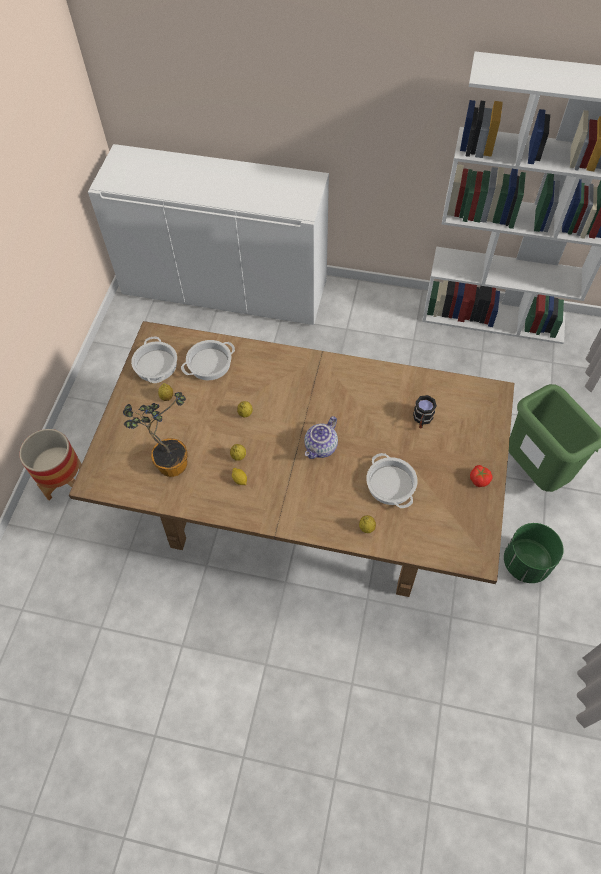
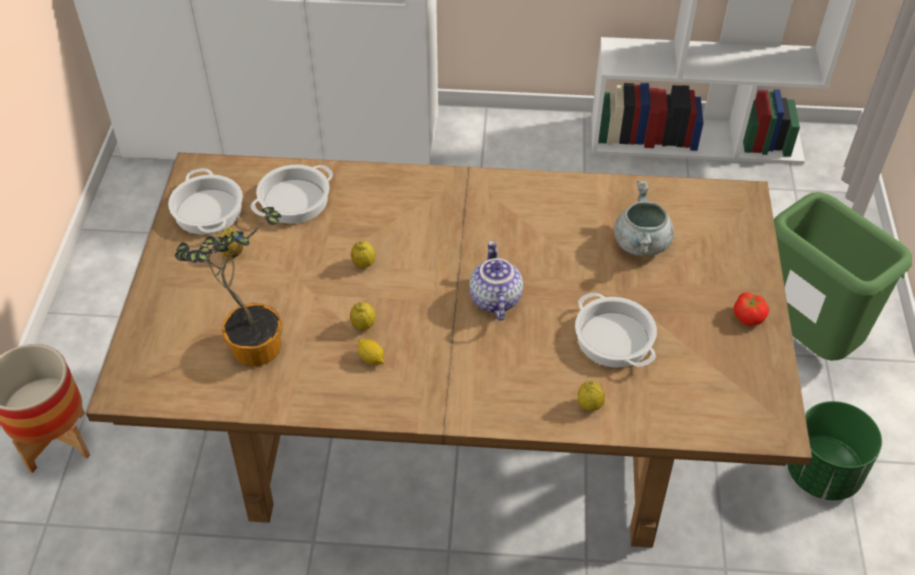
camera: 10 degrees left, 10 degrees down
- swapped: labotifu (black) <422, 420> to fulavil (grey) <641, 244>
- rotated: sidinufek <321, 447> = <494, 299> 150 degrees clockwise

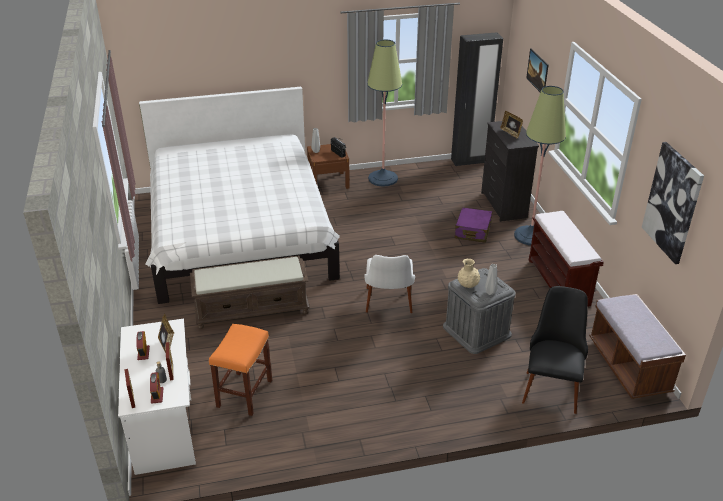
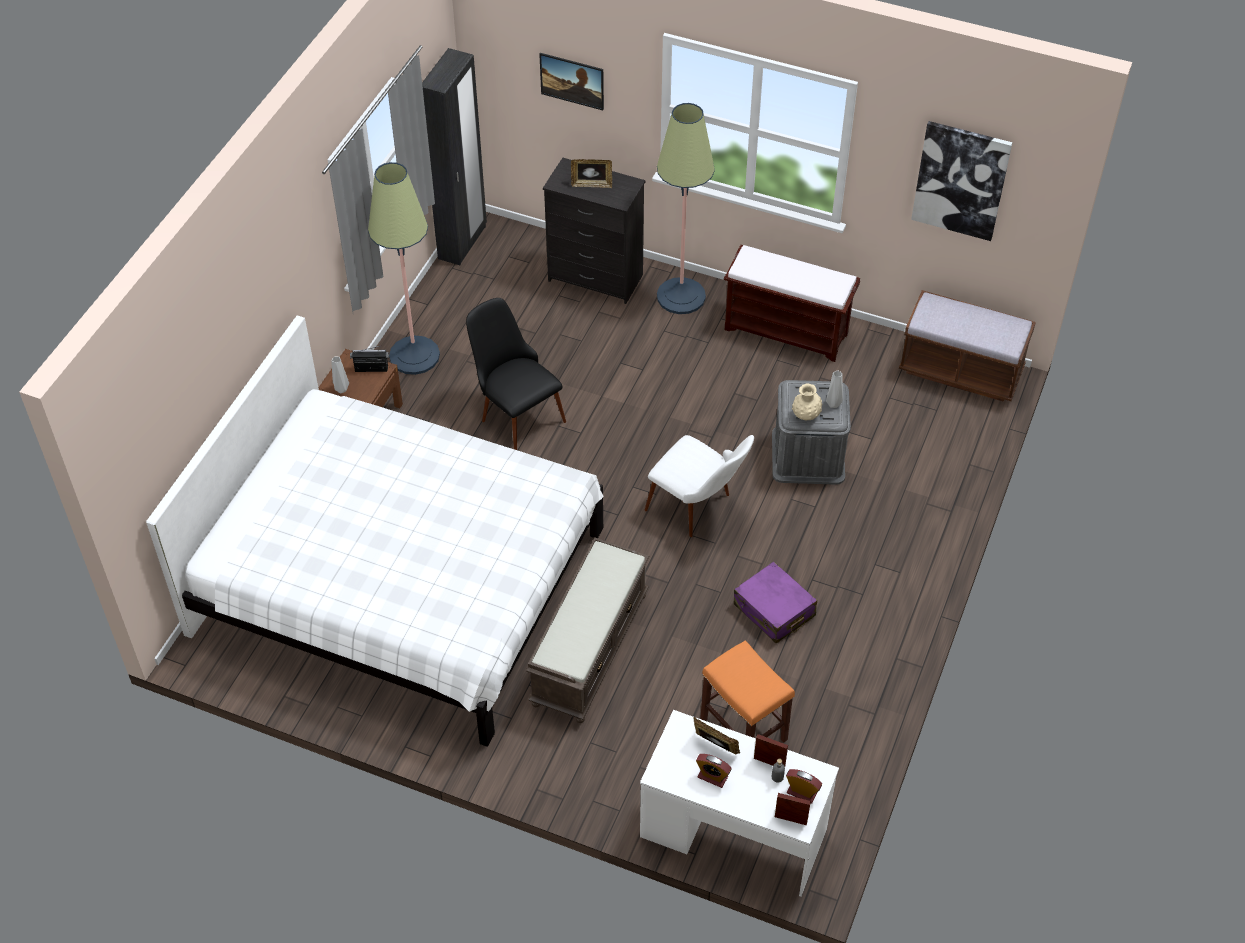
camera: 55 degrees left, 15 degrees up
- shifted: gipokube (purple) <472, 231> to <774, 610>
- shifted: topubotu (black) <551, 384> to <515, 413>

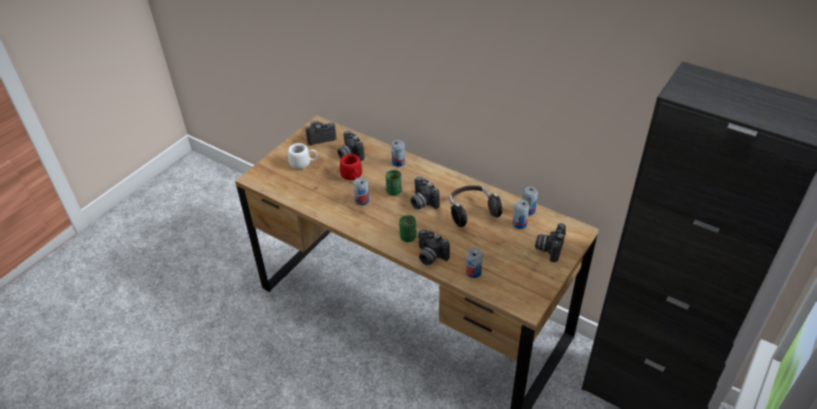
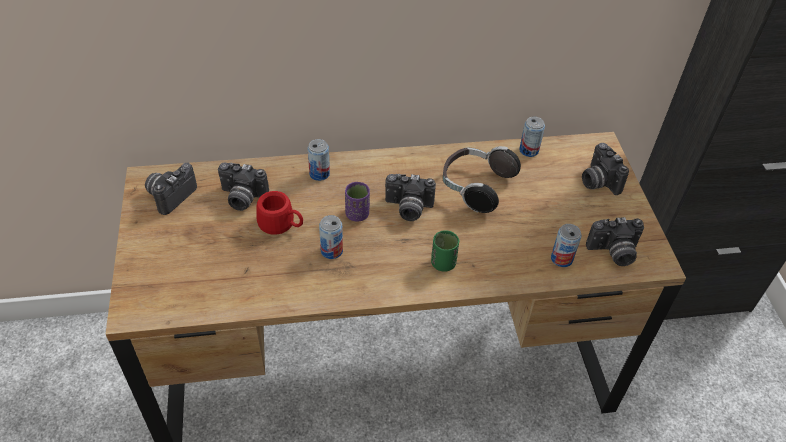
camera: 45 degrees left, 5 degrees up
- gone: labotifu (white) <304, 163>
- repainted: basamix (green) <394, 191> to basamix (purple) <357, 214>
- gone: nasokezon <519, 224>
- shifted: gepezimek <430, 256> to <613, 253>

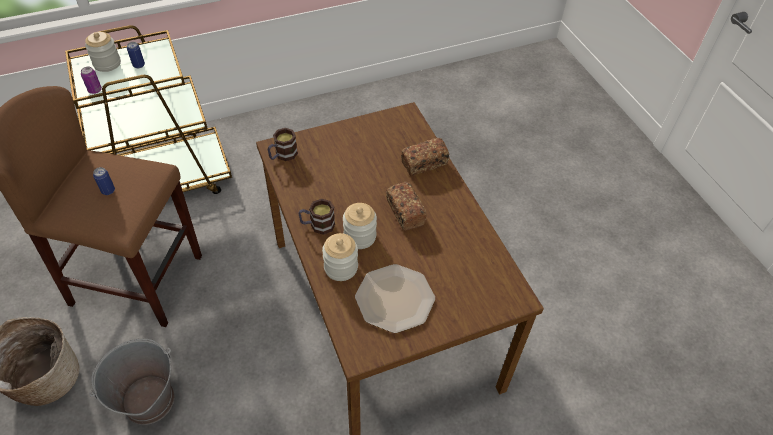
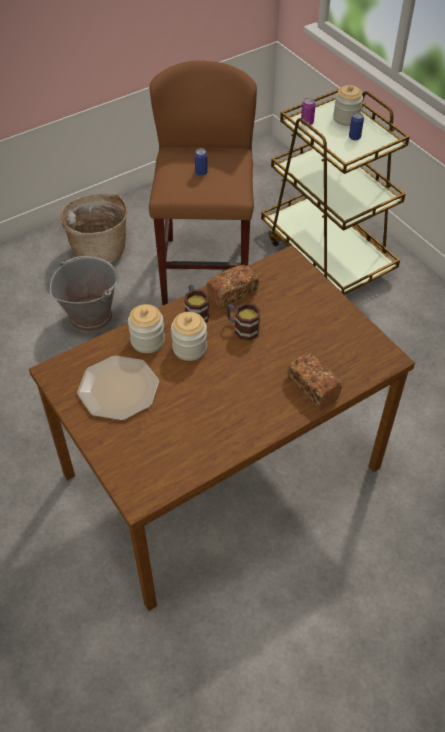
camera: 80 degrees right, 0 degrees up
- shifted: labotifu <282, 155> to <242, 328>
- shifted: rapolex <405, 212> to <232, 292>

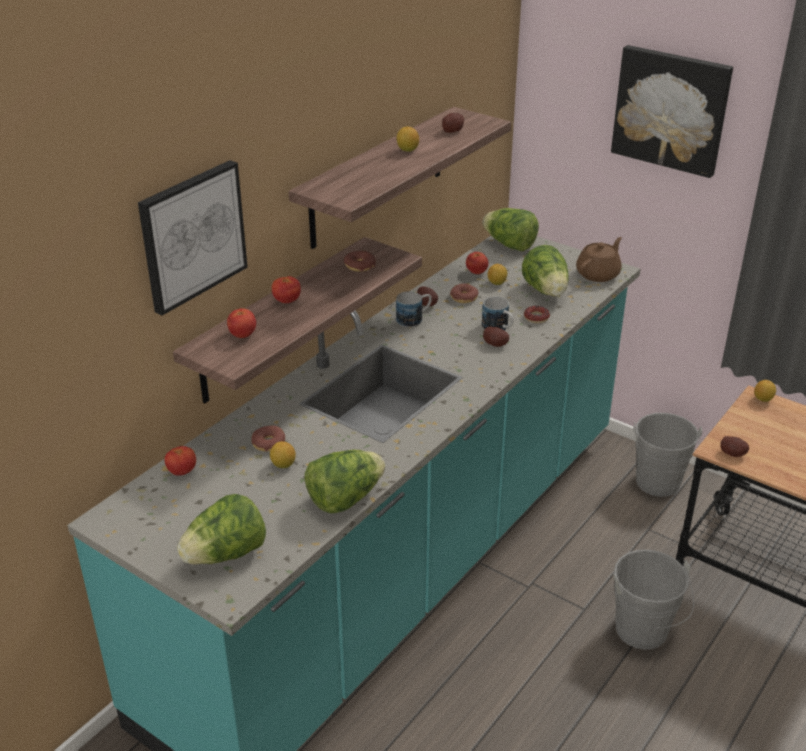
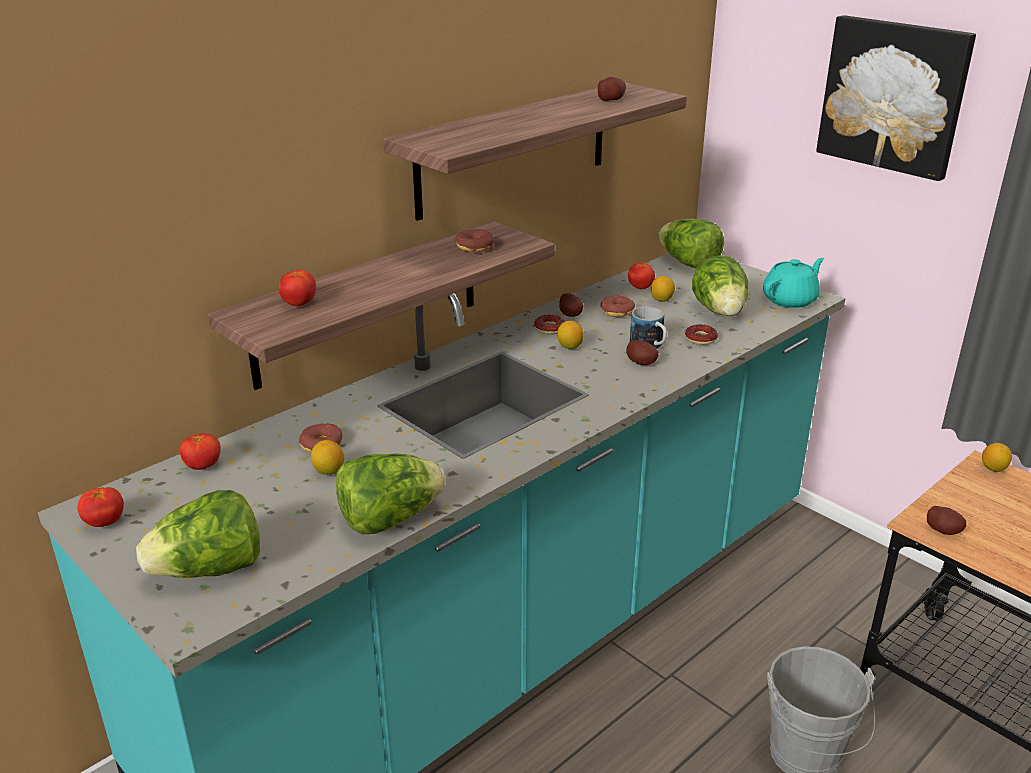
camera: 10 degrees right, 5 degrees down
- shifted: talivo <407, 150> to <570, 347>
- gone: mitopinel <192, 235>
- repainted: sidinufek (brown) <598, 274> to sidinufek (turquoise) <790, 300>
- shifted: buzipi <287, 301> to <105, 522>
- swapped: labotifu <414, 319> to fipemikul <549, 329>
- gone: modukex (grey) <658, 485>

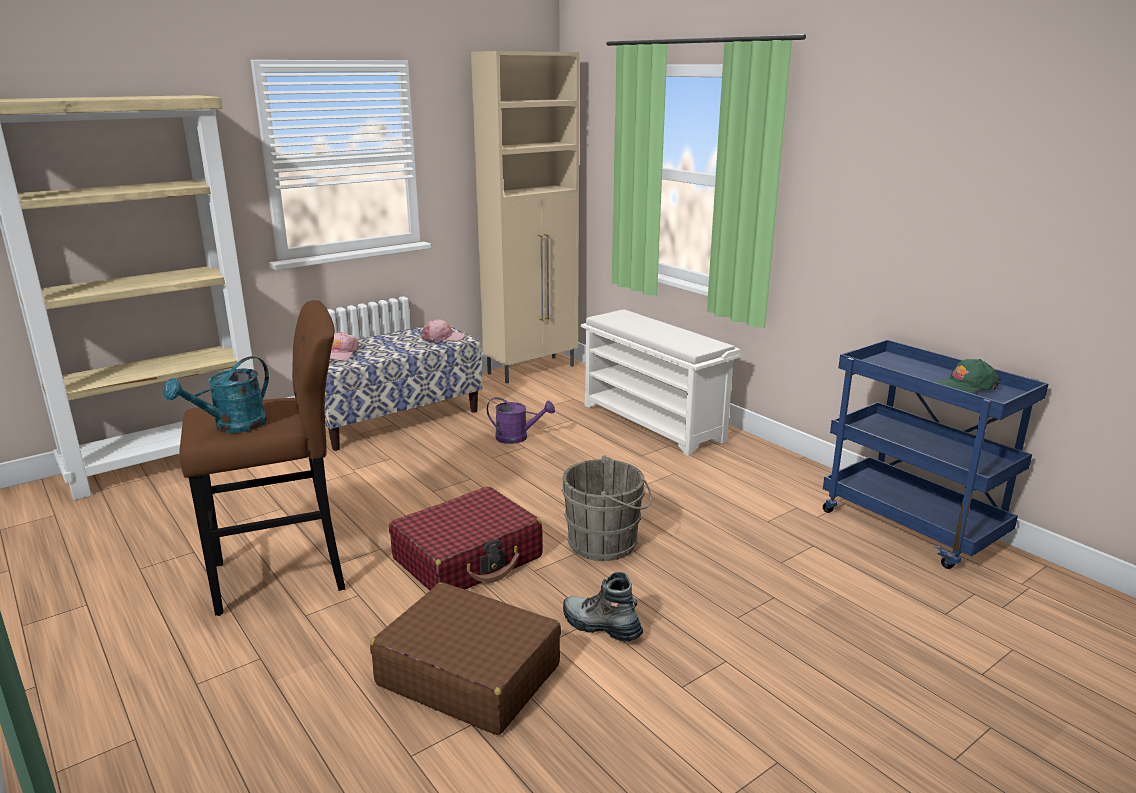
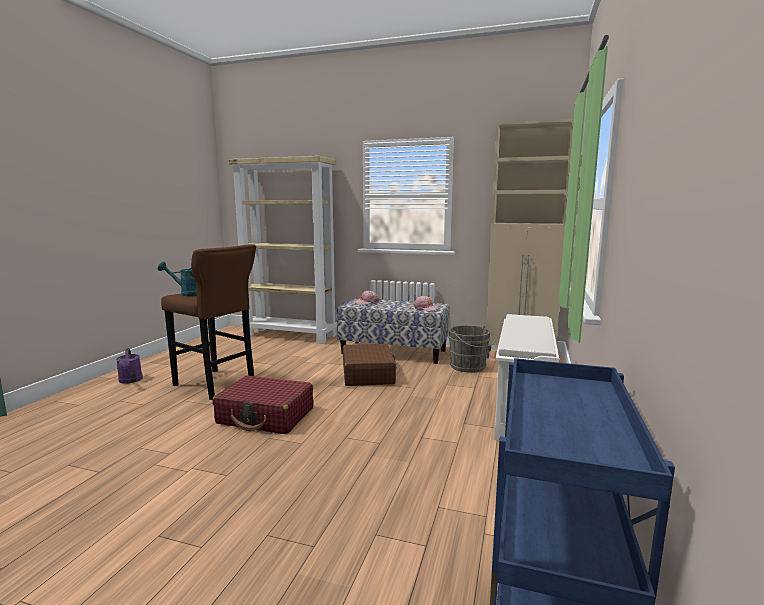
camera: 55 degrees right, 10 degrees down
- gone: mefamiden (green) <965, 386>
- shifted: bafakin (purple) <518, 438> to <130, 381>
- shifted: modukex (grey) <607, 543> to <469, 367>
- gone: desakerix <601, 626>
- shifted: gipokube (brown) <468, 674> to <368, 374>

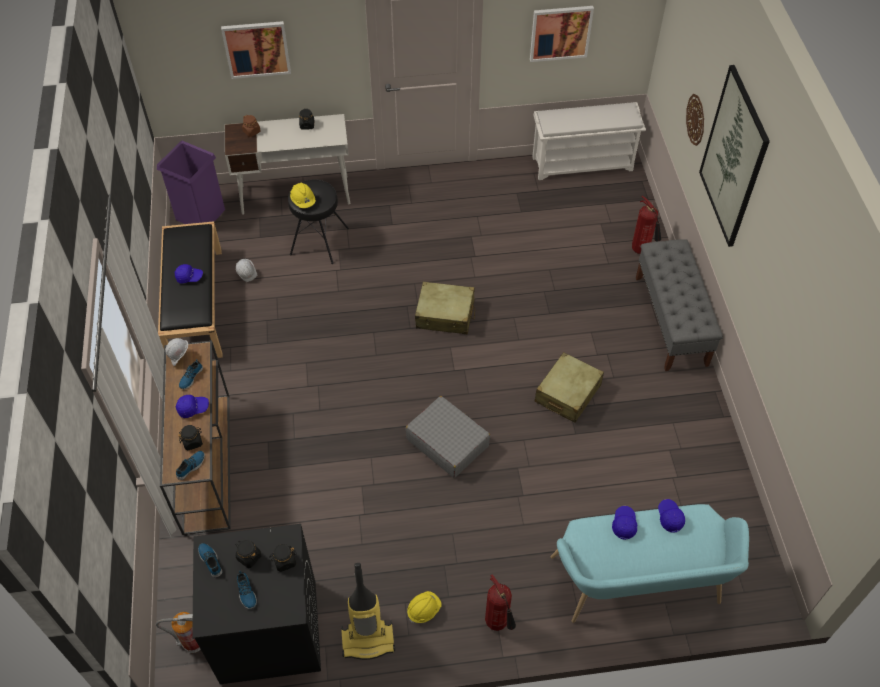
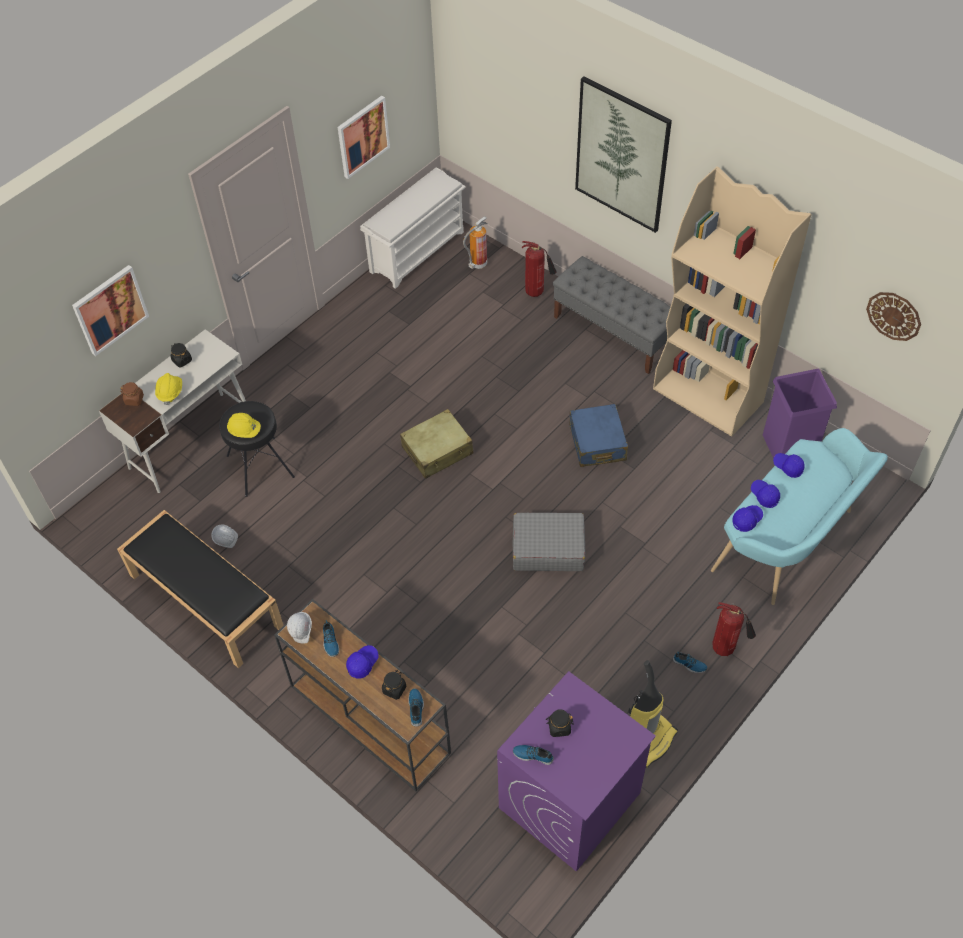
camera: 40 degrees left, 0 degrees up
- shifted: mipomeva <696, 119> to <894, 315>
- shifted: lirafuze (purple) <200, 214> to <789, 445>
- shifted: mefamiden (blue) <189, 277> to <747, 520>
- repainted: gipokube (beige) <567, 393> to gipokube (blue) <597, 443>
- repainted: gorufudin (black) <268, 632> to gorufudin (purple) <569, 801>
- gone: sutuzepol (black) <284, 561>
- shifted: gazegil <246, 592> to <689, 664>
- shifted: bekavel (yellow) <424, 610> to <170, 393>
- shifted: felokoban <192, 643> to <478, 264>
- new: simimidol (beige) <709, 396>

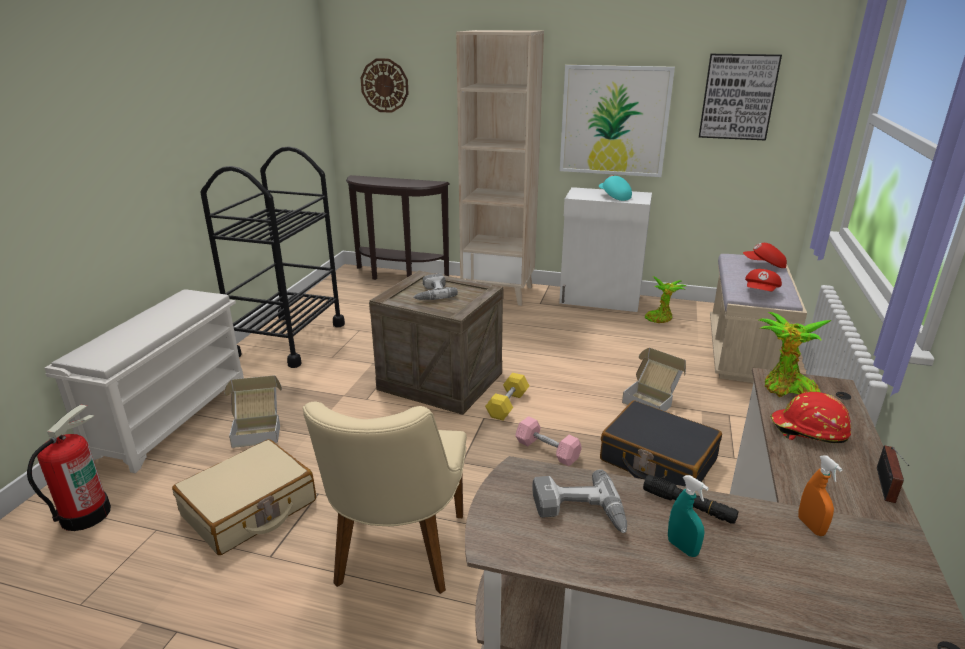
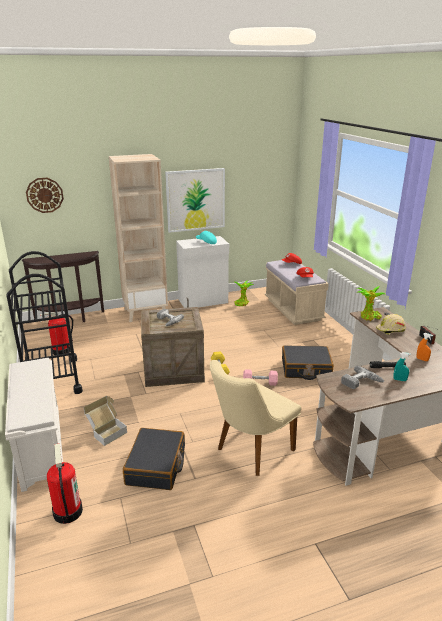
camera: 35 degrees left, 0 degrees up
- gone: mitopinel <738, 97>
- gone: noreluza <652, 400>
- repainted: bekavel (red) <808, 431> to bekavel (beige) <390, 330>
- rotated: topubotu (beige) <396, 558> = <250, 451> 75 degrees clockwise
- repainted: gipokube (beige) <249, 509> to gipokube (black) <156, 466>
- new: felokoban <61, 351>

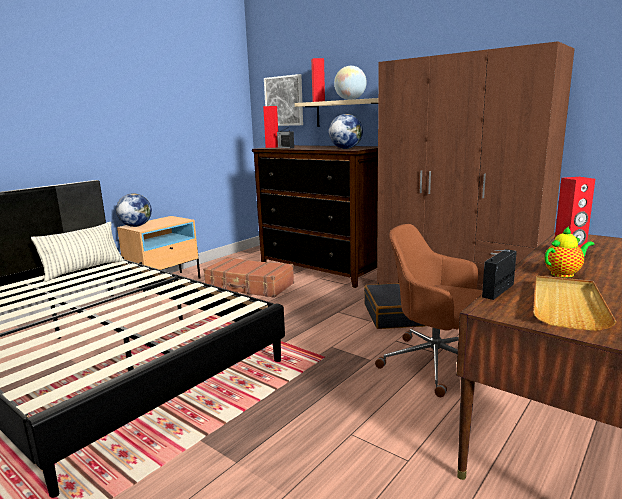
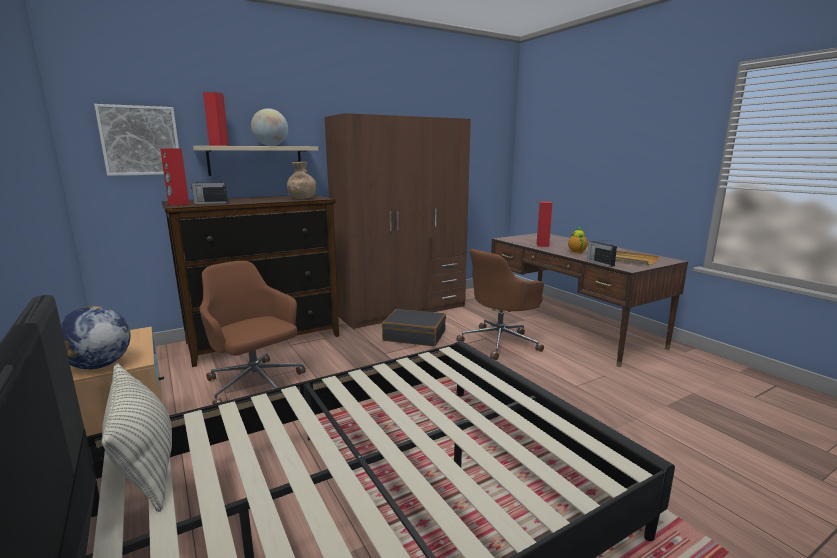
camera: 70 degrees left, 0 degrees up
- swapped: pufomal <345, 148> to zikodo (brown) <302, 198>
- swapped: gipokube (brown) <249, 286> to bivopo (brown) <255, 383>

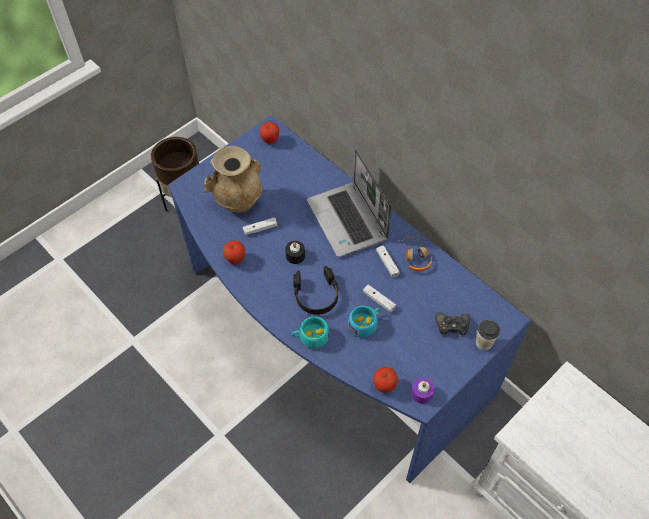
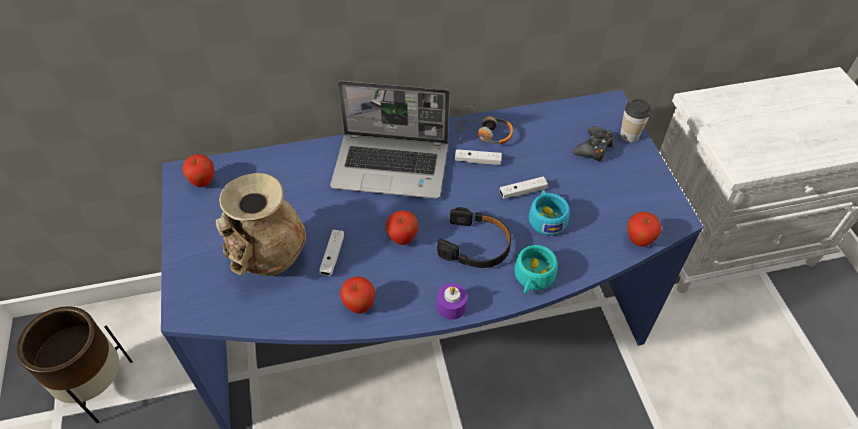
camera: 60 degrees left, 5 degrees down
- swapped: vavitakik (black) <295, 255> to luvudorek <402, 239>
- shifted: vavitakik (purple) <422, 393> to <451, 306>

